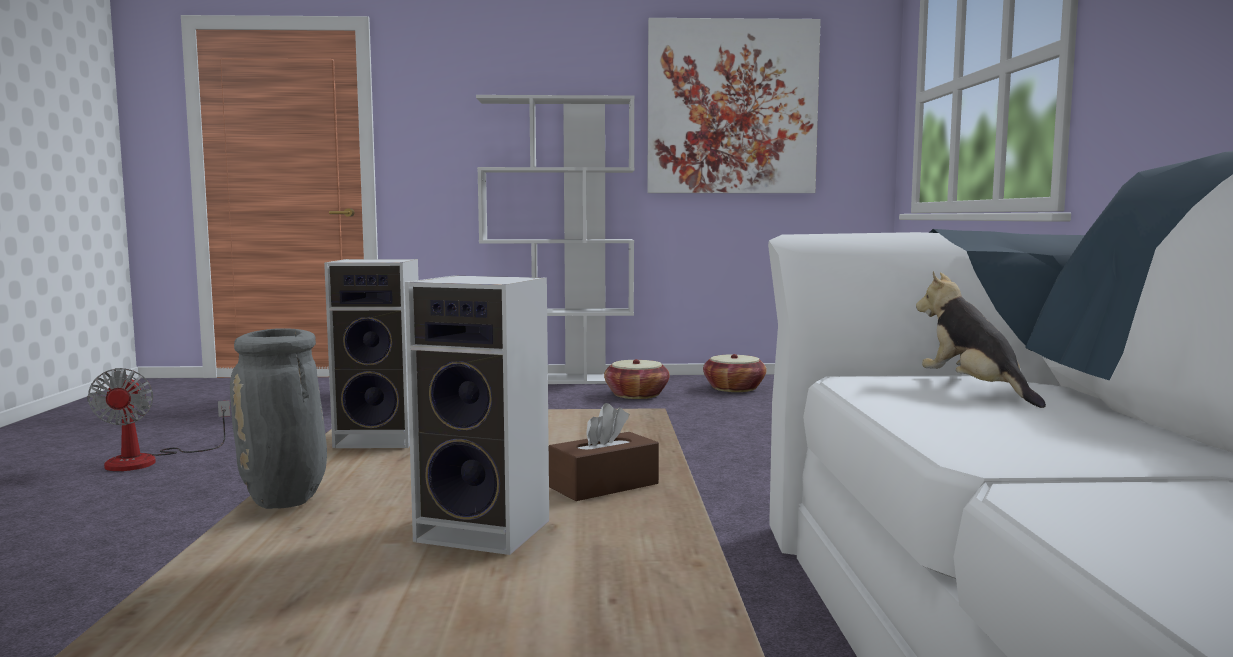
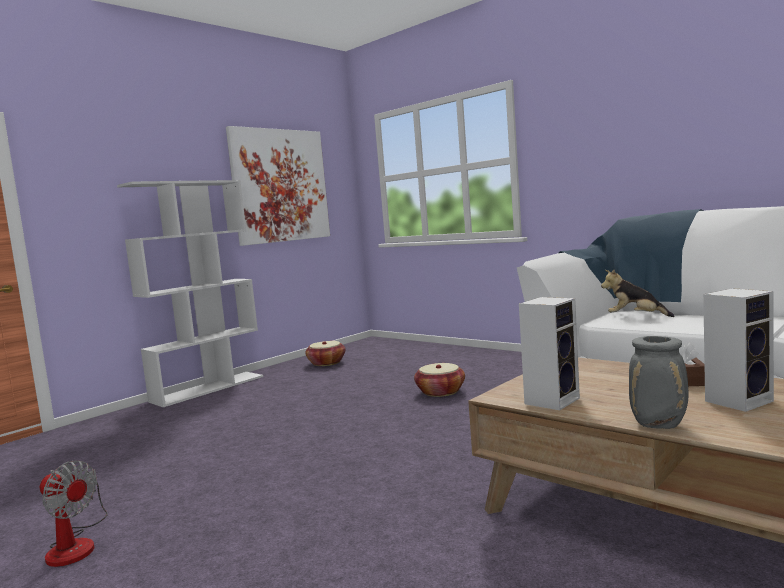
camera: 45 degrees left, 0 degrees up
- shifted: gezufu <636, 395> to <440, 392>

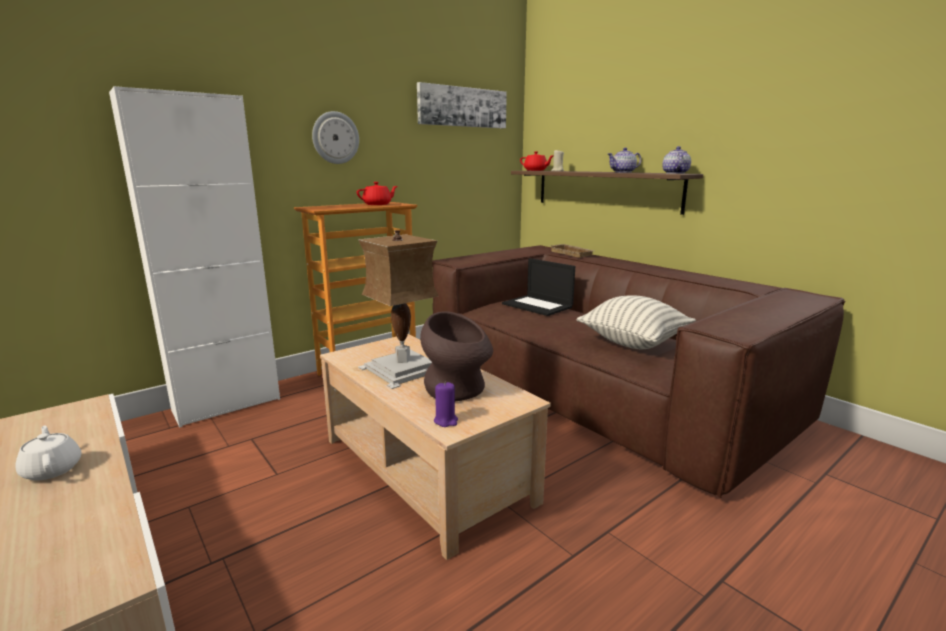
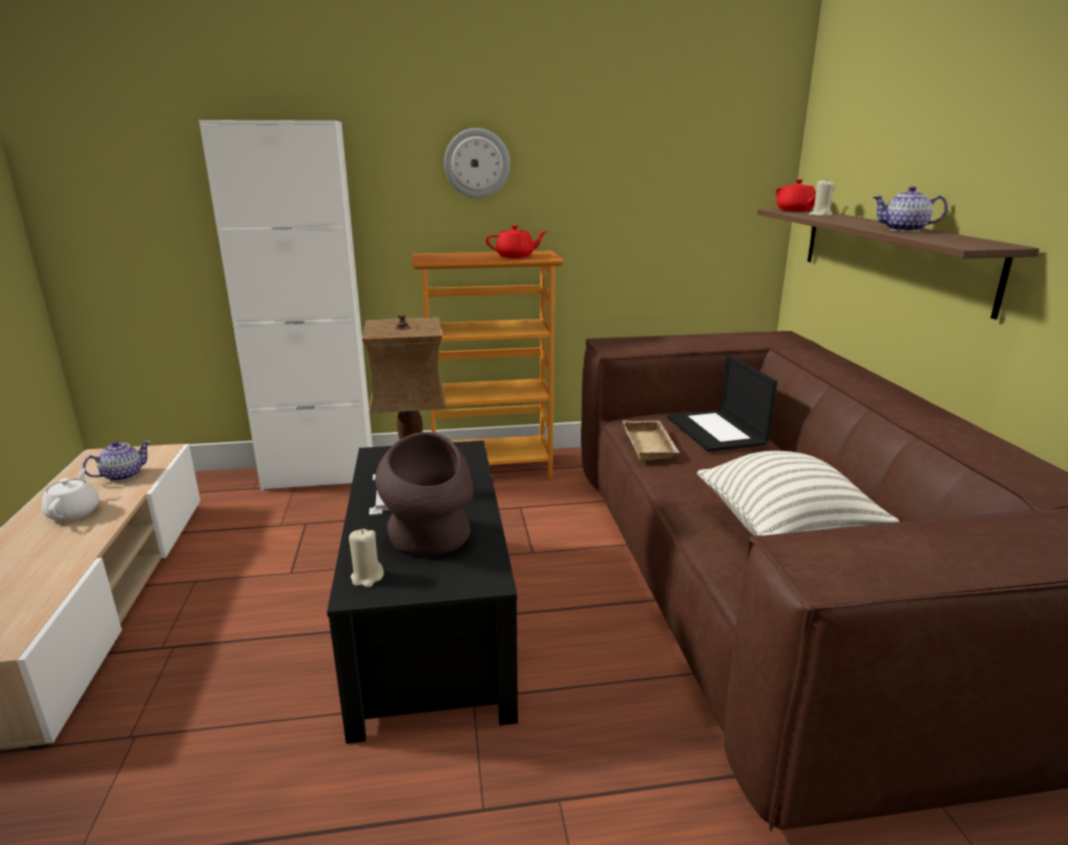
camera: 30 degrees right, 5 degrees up
- gone: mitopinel <462, 107>
- shifted: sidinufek <675, 173> to <122, 475>
- shifted: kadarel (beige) <573, 253> to <651, 445>
- repainted: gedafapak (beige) <427, 469> to gedafapak (black) <433, 622>
- repainted: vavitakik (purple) <446, 421> to vavitakik (beige) <367, 577>

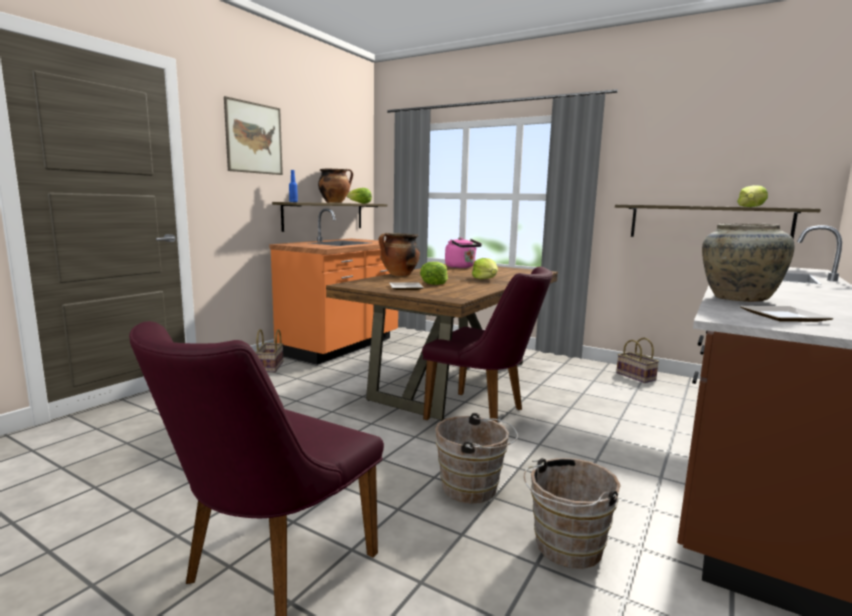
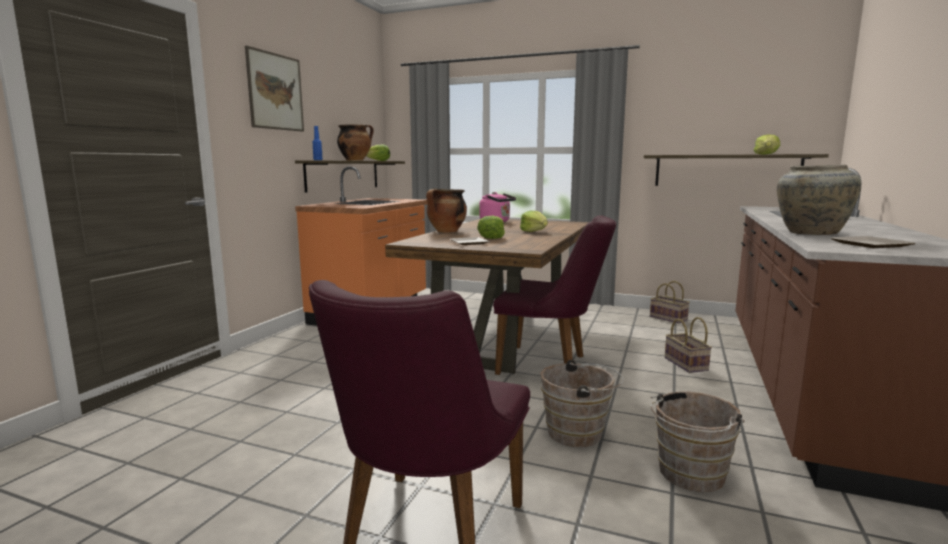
camera: 10 degrees left, 0 degrees up
- shifted: gezufu <270, 366> to <684, 364>

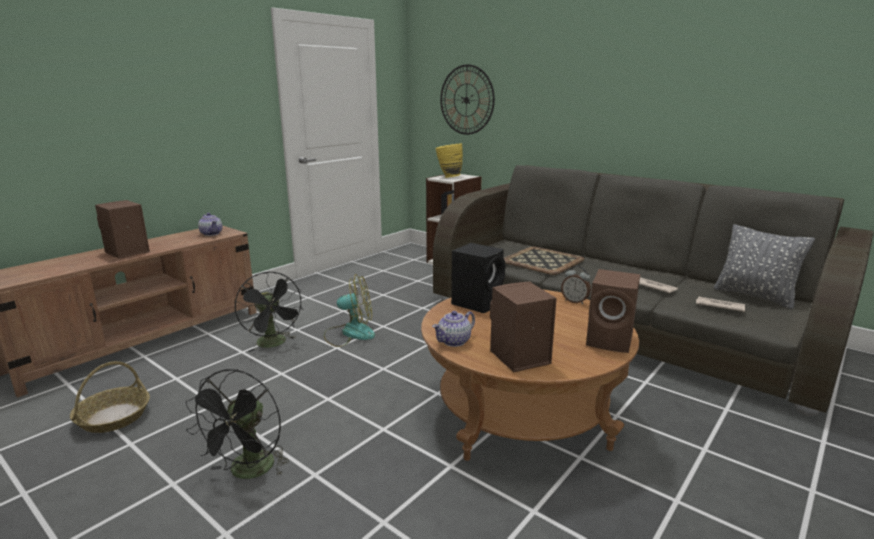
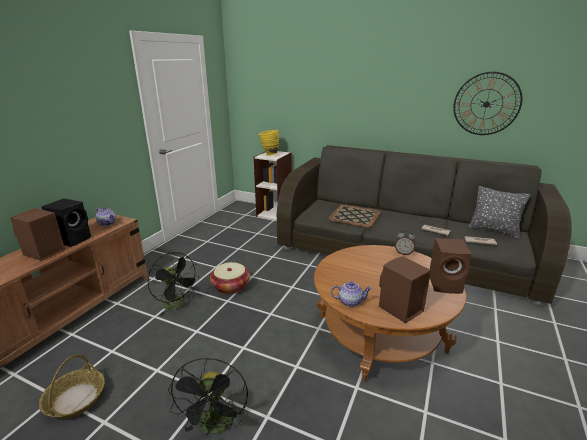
camera: 15 degrees left, 5 degrees up
- shifted: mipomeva <466, 100> to <486, 104>
- shifted: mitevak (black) <478, 303> to <73, 239>
- swapped: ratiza <350, 333> to gezufu <231, 286>
- rotated: sidinufek <454, 341> = <349, 301> 120 degrees counterclockwise

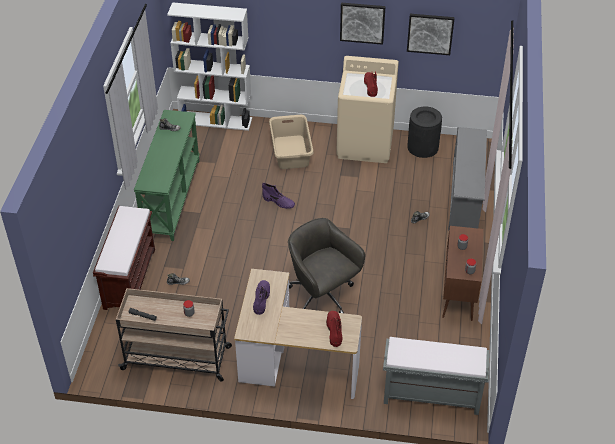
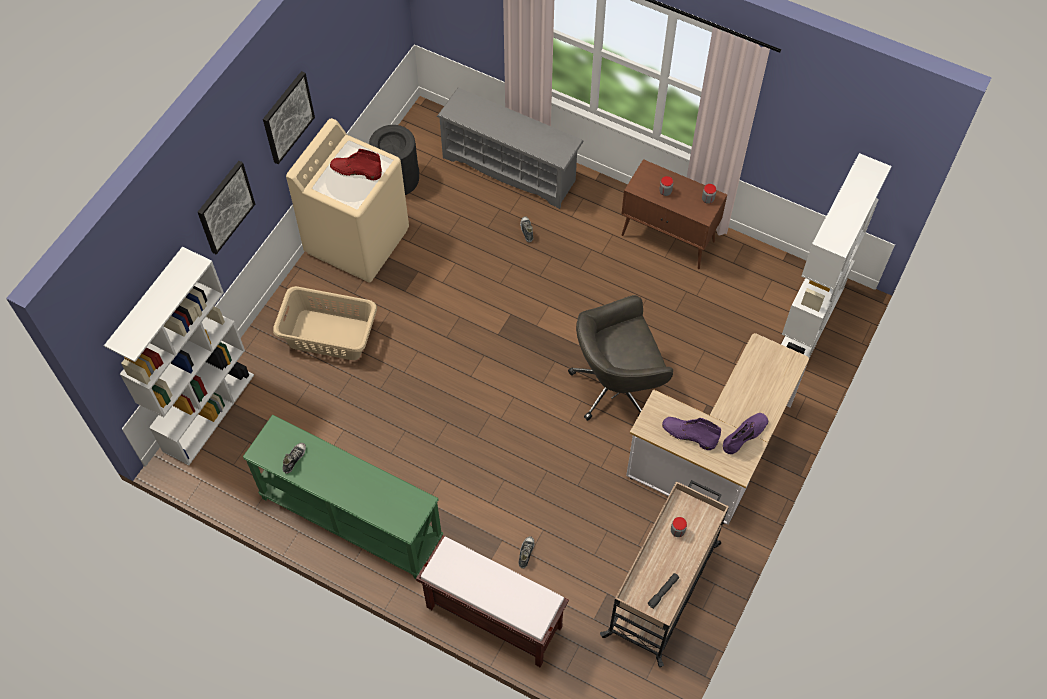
camera: 70 degrees left, 15 degrees up
- shifted: mitopinel <430, 33> to <225, 207>
- shifted: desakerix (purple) <279, 202> to <745, 434>
- gone: desakerix (red) <334, 330>
- swapped: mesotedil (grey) <430, 395> to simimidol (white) <809, 324>

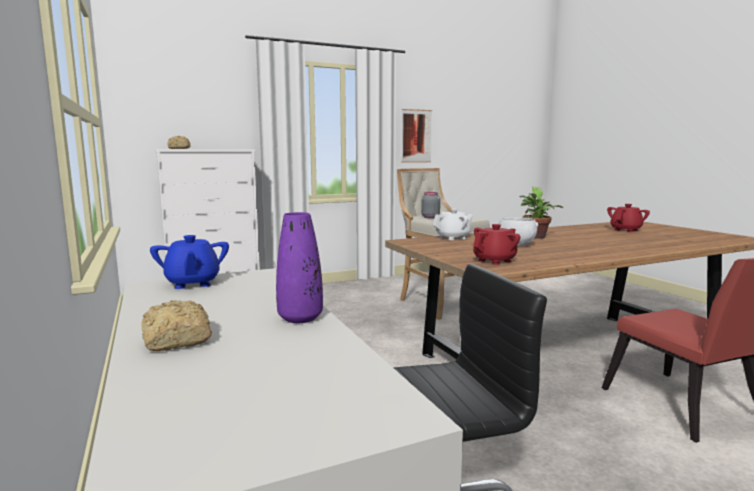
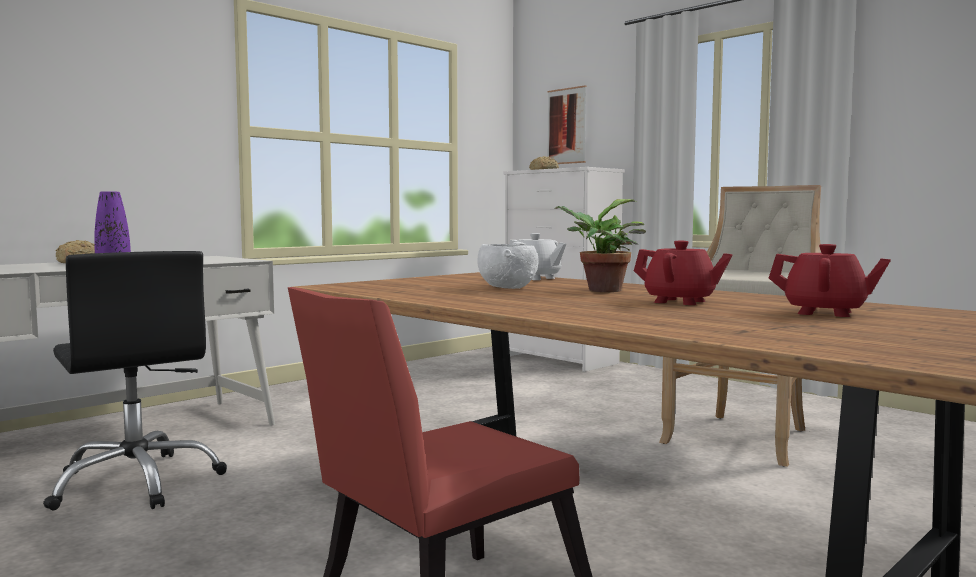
camera: 70 degrees right, 5 degrees down
- shifted: mitopinel <416, 136> to <566, 126>
- gone: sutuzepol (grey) <430, 217>
- shifted: sidinufek (red) <495, 261> to <680, 302>
- gone: sidinufek (blue) <192, 283>

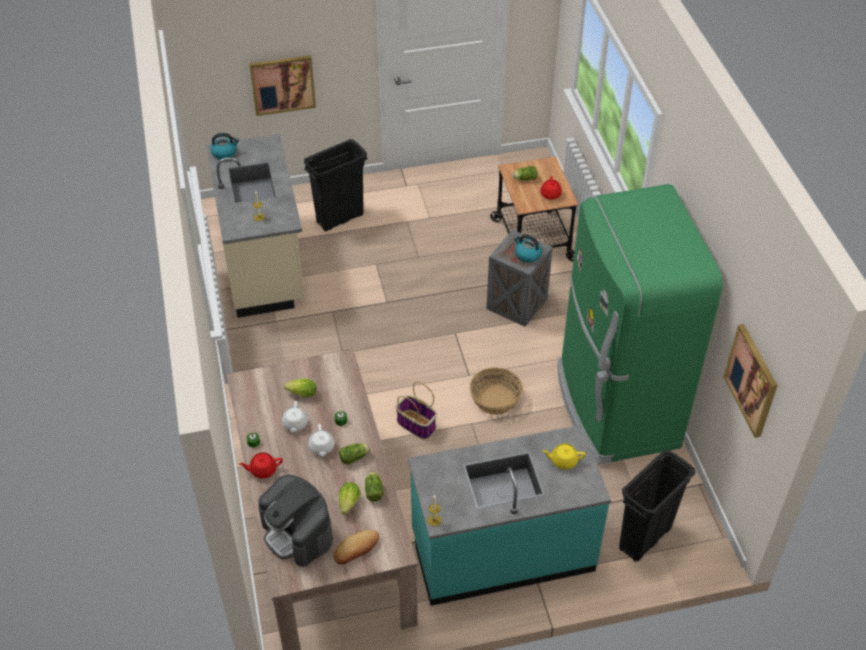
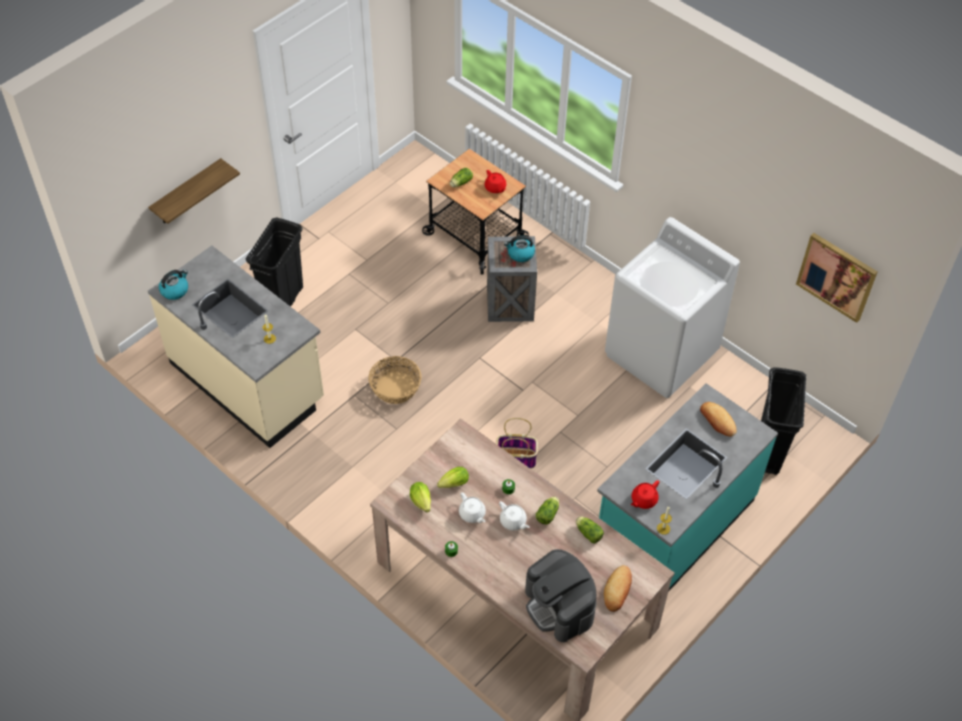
camera: 35 degrees left, 5 degrees up
- swapped: mitopinel <283, 84> to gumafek <187, 193>
- swapped: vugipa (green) <615, 407> to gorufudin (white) <661, 354>
- shifted: gezufu <495, 400> to <395, 388>
- swapped: sidinufek (yellow) <563, 461> to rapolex <717, 421>
- shifted: sidinufek (red) <262, 470> to <643, 500>
- rotated: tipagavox <297, 533> = <559, 606> 45 degrees clockwise
- shifted: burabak <348, 505> to <422, 503>

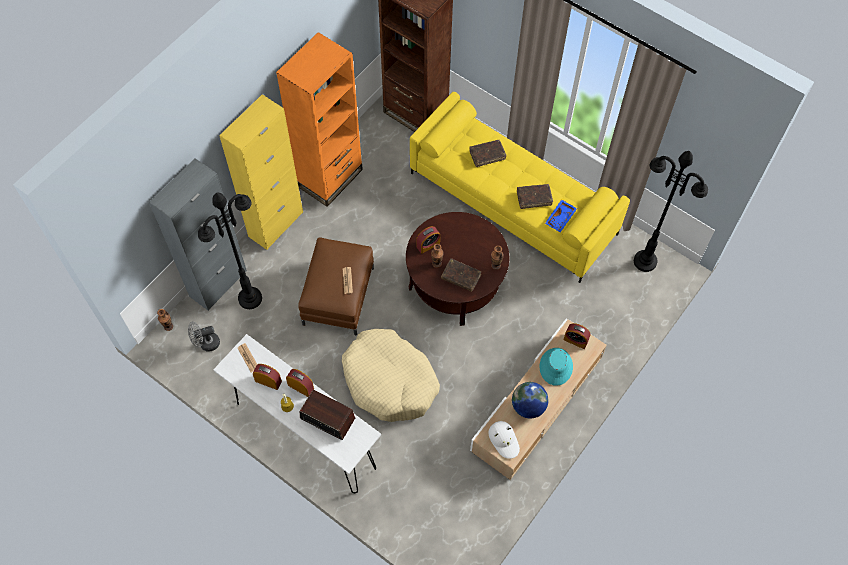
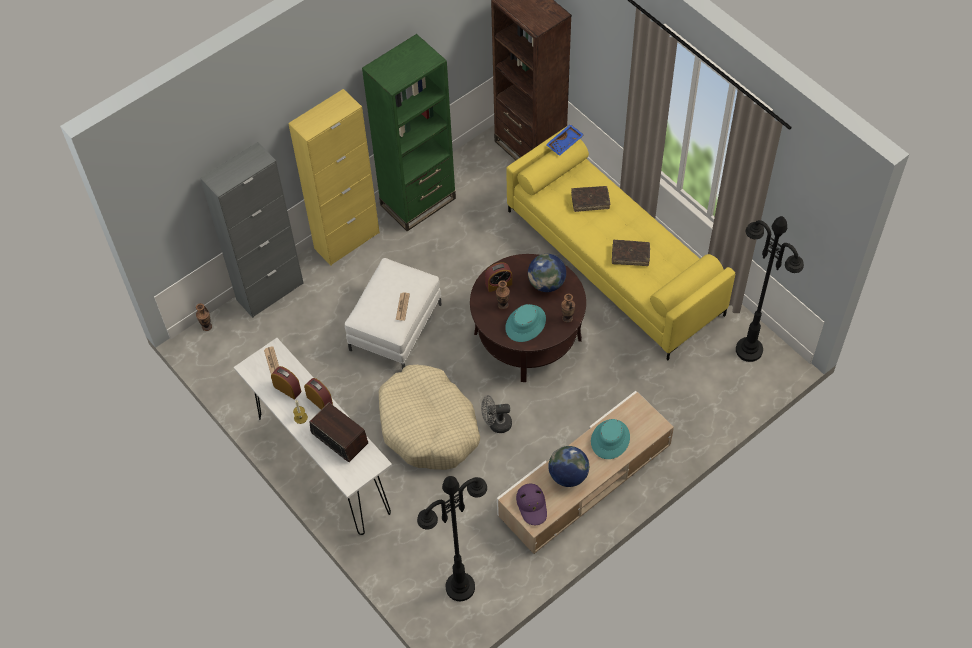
camera: 15 degrees right, 5 degrees down
- repainted: simimidol (orange) <330, 178> to simimidol (green) <418, 202>
- shifted: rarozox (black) <250, 299> to <460, 587>
- shifted: kadarel (blue) <561, 218> to <565, 143>
- repainted: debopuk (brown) <338, 296> to debopuk (white) <395, 327>
- swapped: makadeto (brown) <461, 277> to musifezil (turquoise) <525, 324>
- shifted: ratiza (grey) <206, 343> to <496, 424>
- gone: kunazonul <575, 340>
- repainted: musifezil (white) <504, 440> to musifezil (purple) <532, 505>
- new: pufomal <546, 283>

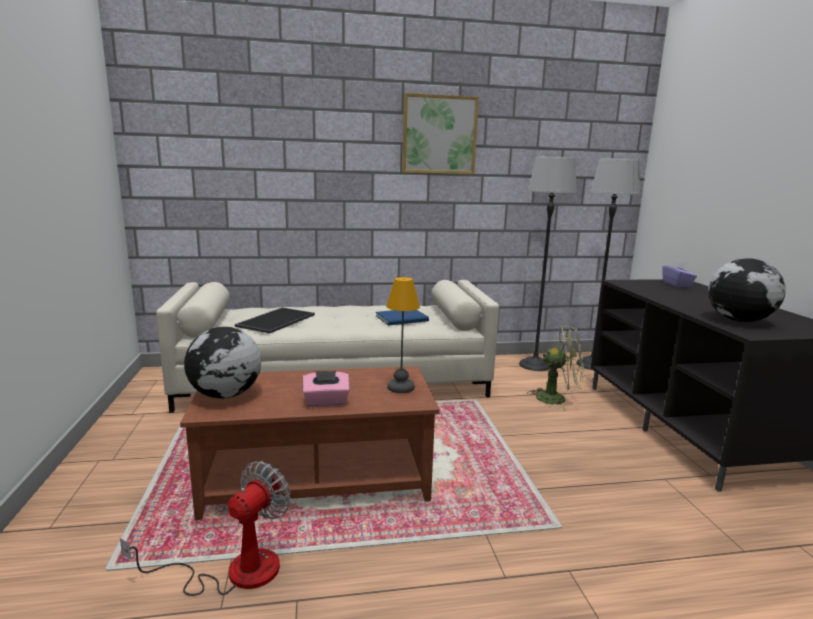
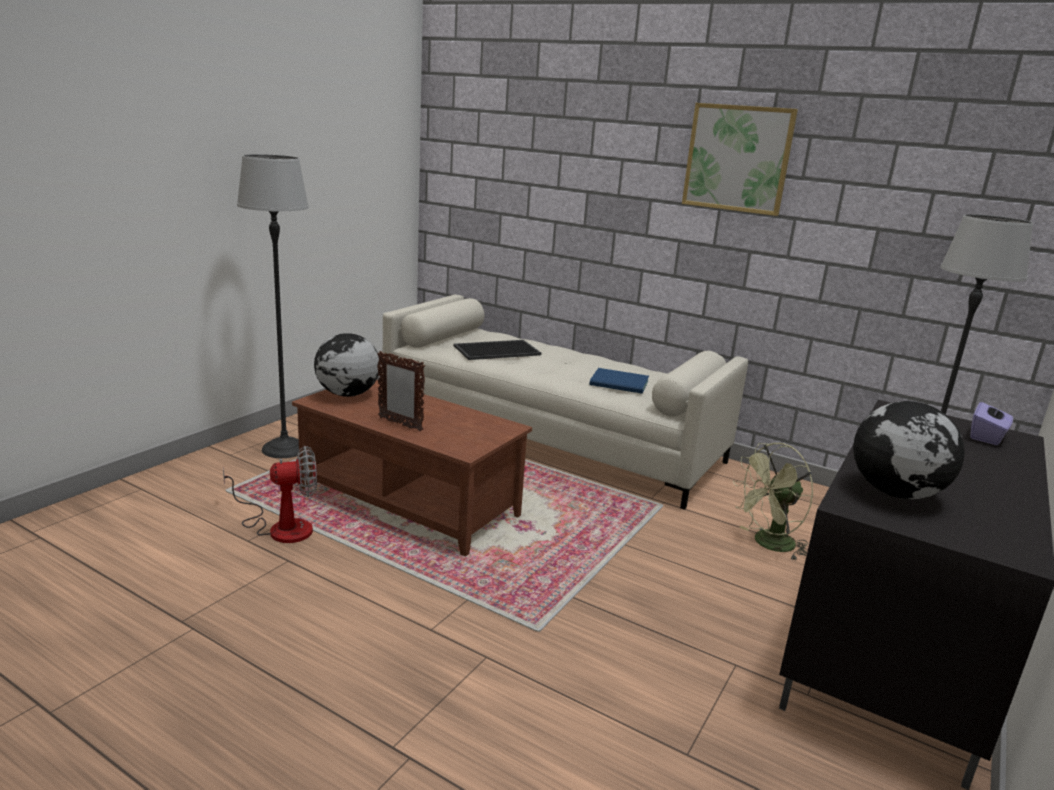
camera: 40 degrees right, 5 degrees up
- shifted: rarozox <535, 365> to <285, 449>
- gone: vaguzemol <400, 387>
- rotated: ratiza (green) <557, 399> = <768, 544> 105 degrees clockwise
- swapped: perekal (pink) <326, 402> to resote <400, 424>

